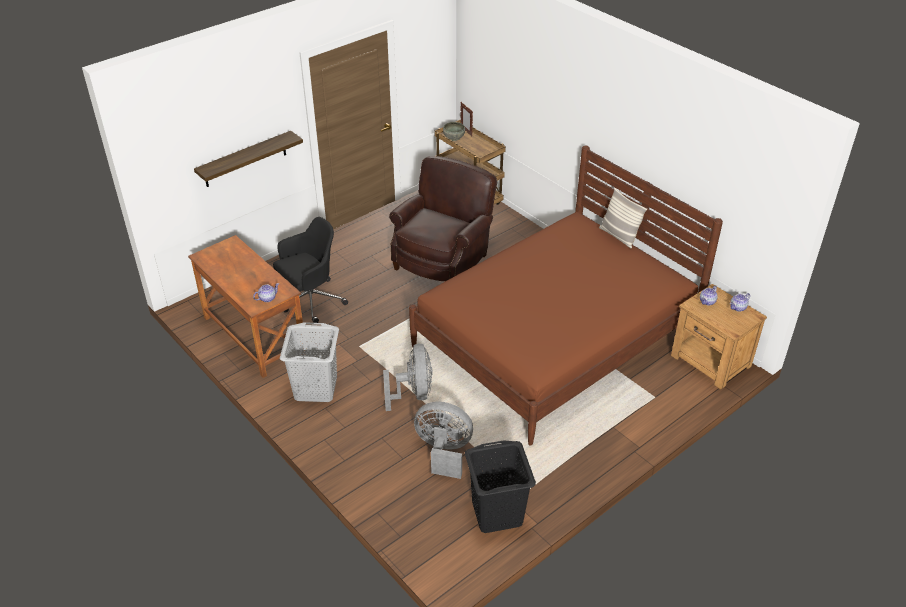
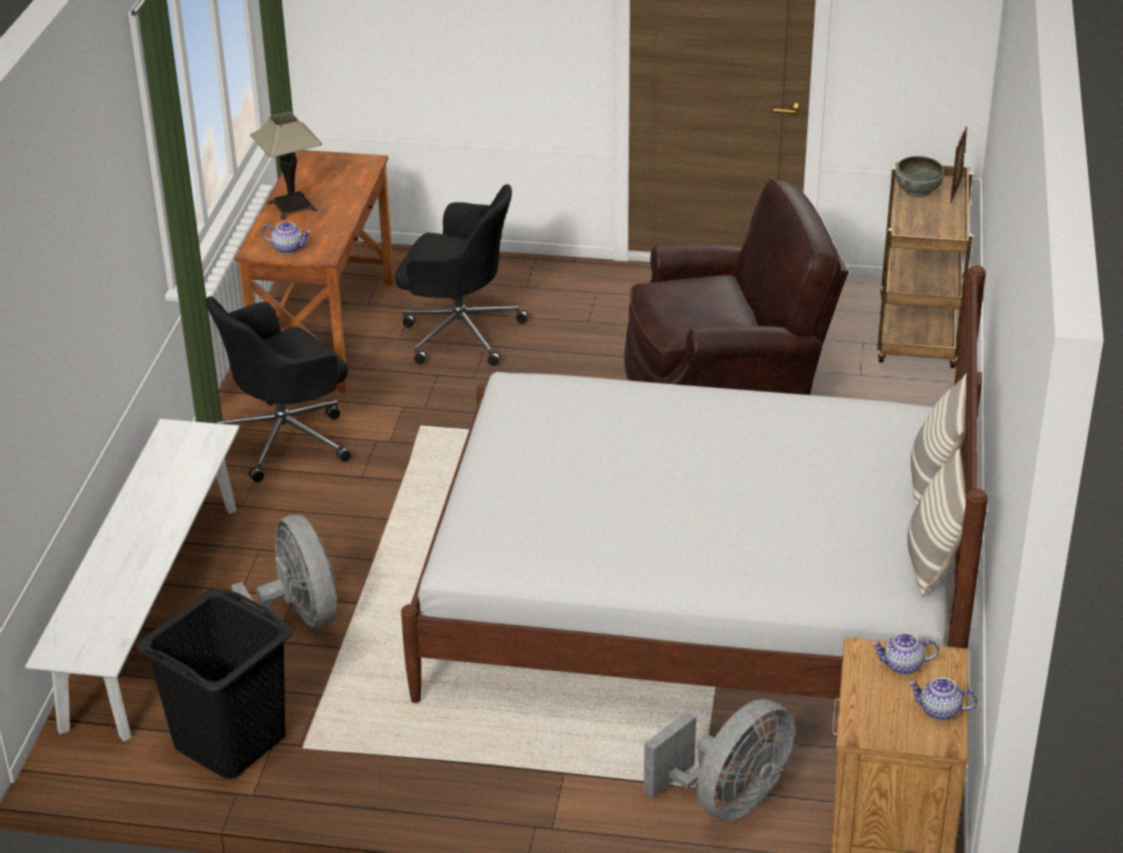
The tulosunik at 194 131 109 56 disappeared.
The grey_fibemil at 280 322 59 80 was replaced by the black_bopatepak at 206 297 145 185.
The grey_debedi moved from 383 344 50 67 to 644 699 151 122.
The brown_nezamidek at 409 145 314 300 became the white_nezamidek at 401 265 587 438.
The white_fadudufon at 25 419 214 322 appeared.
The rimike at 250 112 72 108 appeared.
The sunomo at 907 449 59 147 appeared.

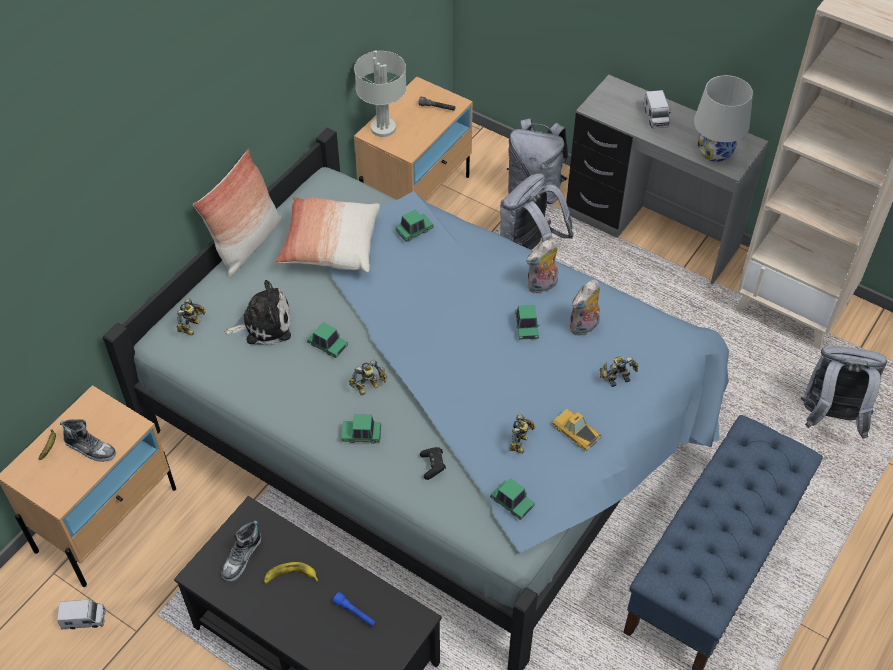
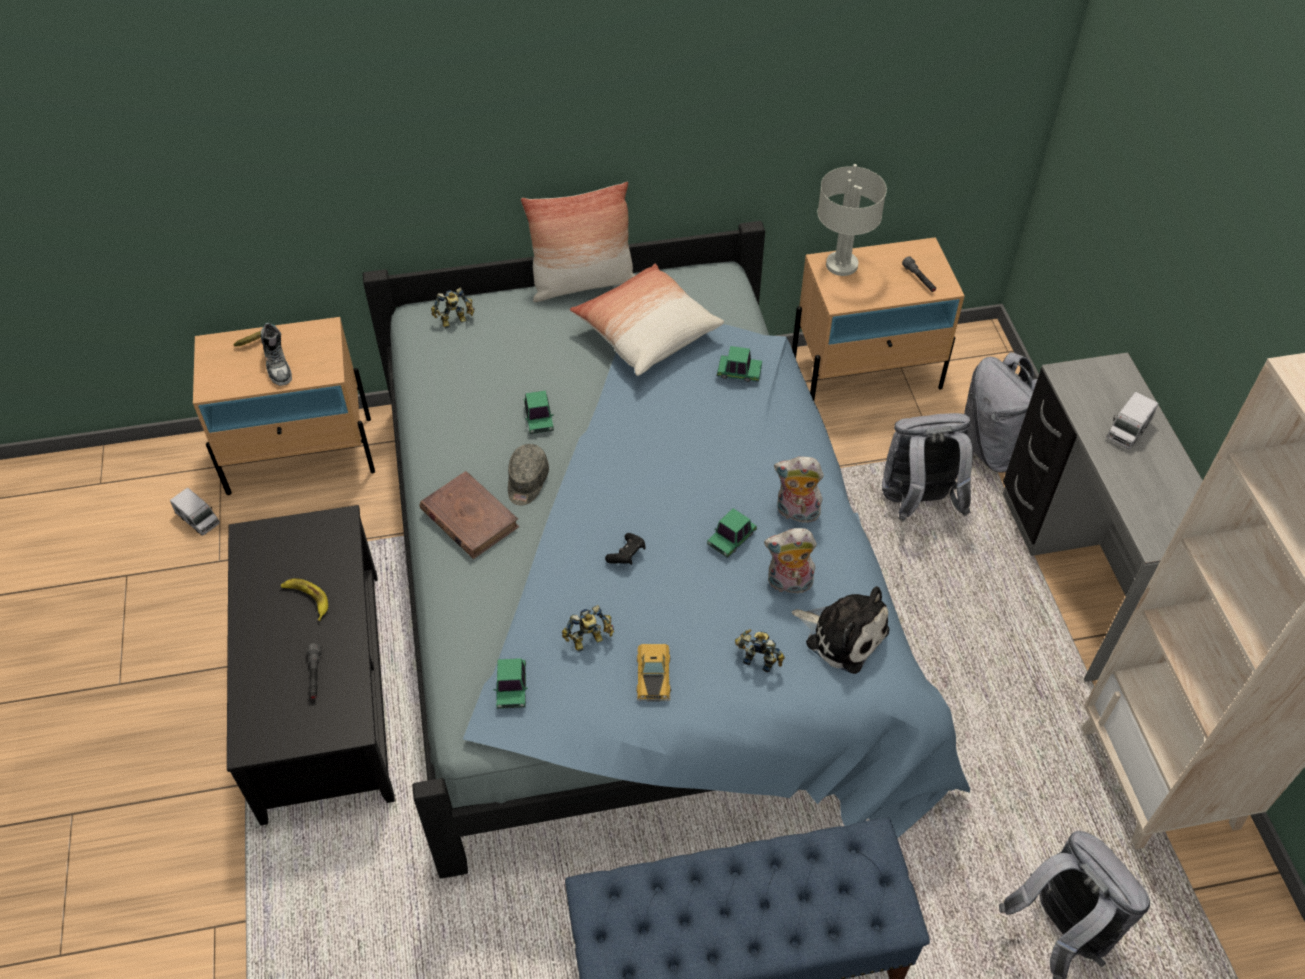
The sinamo at 222 521 39 61 disappeared.
The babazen moved from 224 280 67 65 to 792 586 97 88.
The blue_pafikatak at 333 592 43 35 became the grey_pafikatak at 307 643 15 56.
The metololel at 341 414 40 30 was replaced by the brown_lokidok at 420 471 99 88.
The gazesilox at 349 359 38 36 was replaced by the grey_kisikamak at 508 444 41 62.
The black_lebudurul moved from 420 447 26 33 to 605 533 41 32.
The white_rimike at 694 75 59 87 disappeared.

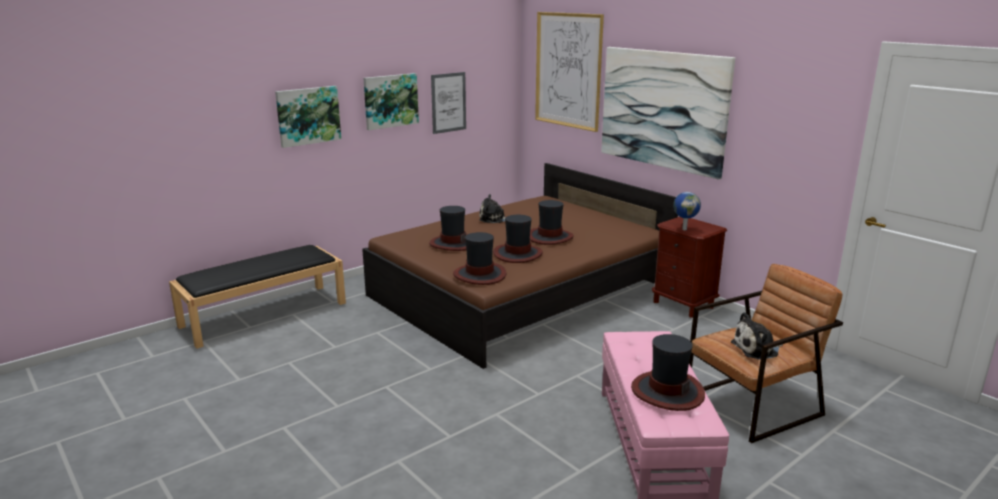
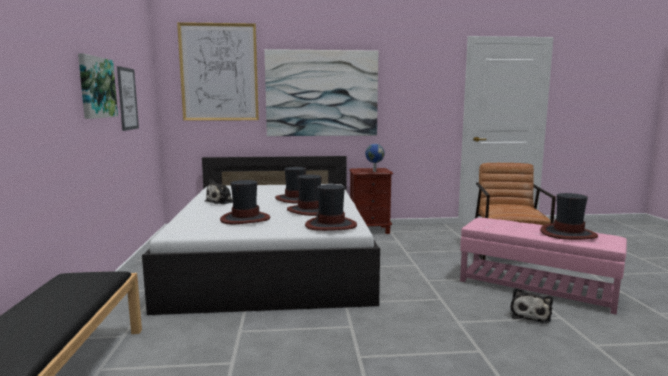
The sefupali at 275 86 66 62 disappeared.
The brown_nezamidek at 362 163 316 206 became the white_nezamidek at 142 156 238 159.
The babazen moved from 731 312 52 48 to 510 288 43 36.

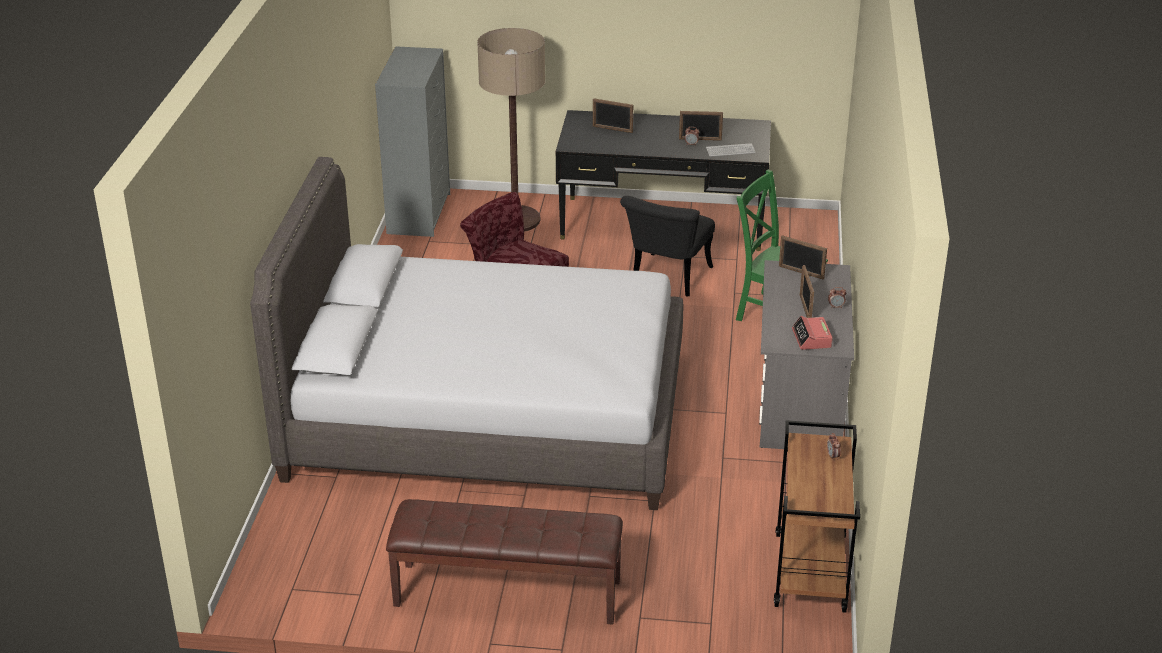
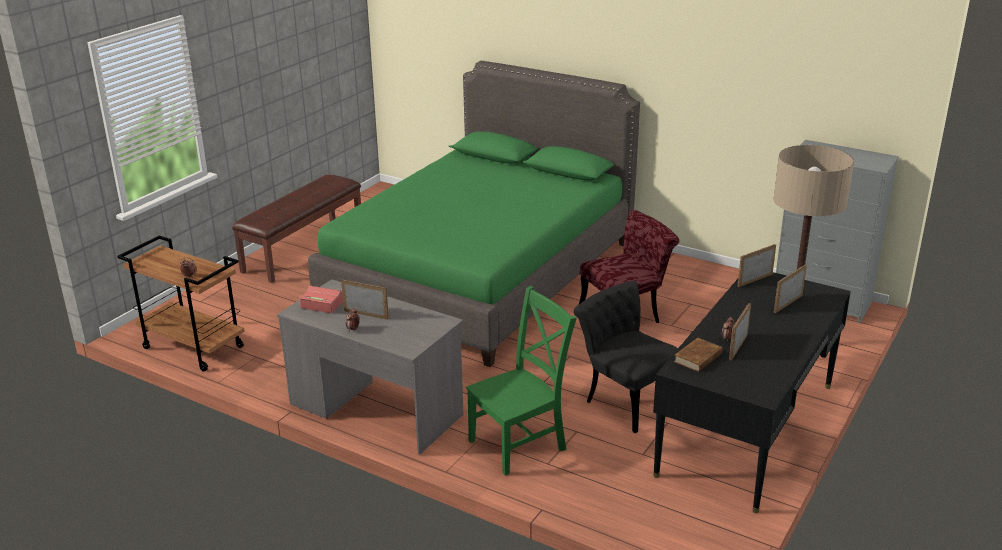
The grey_nezamidek at 250 157 433 353 became the green_nezamidek at 308 61 332 306.
The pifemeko at 706 143 50 14 was replaced by the brown_lokidok at 674 338 49 34.
The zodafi moved from 779 235 48 45 to 737 244 39 43.

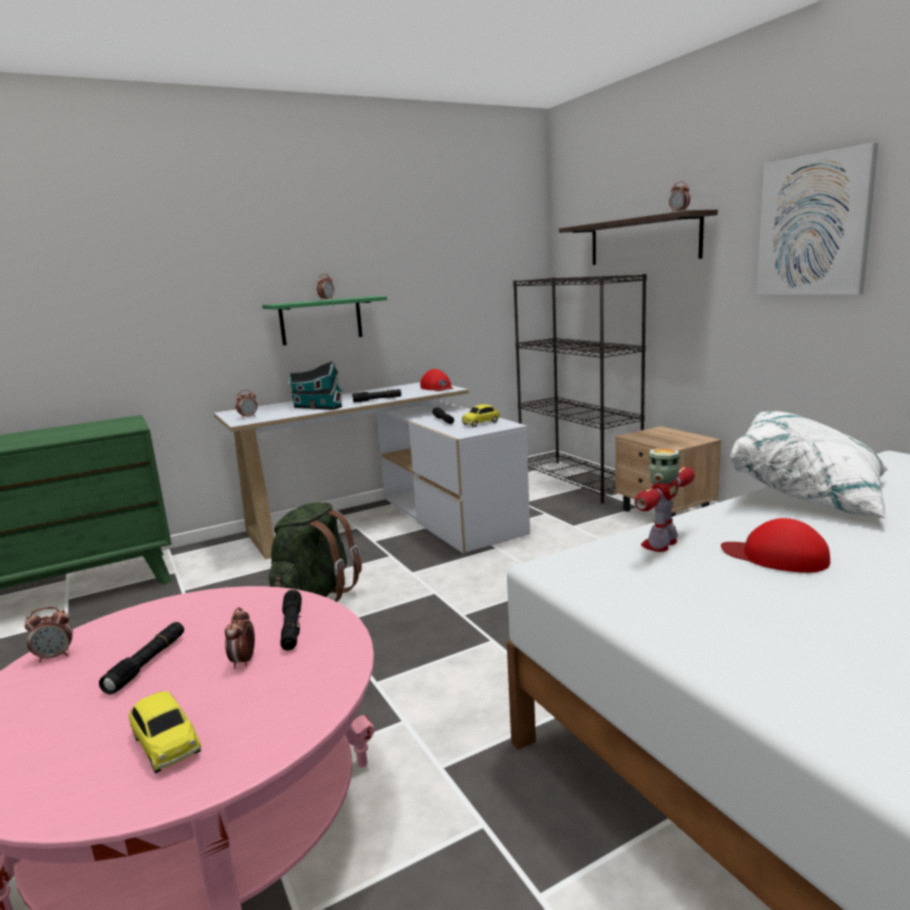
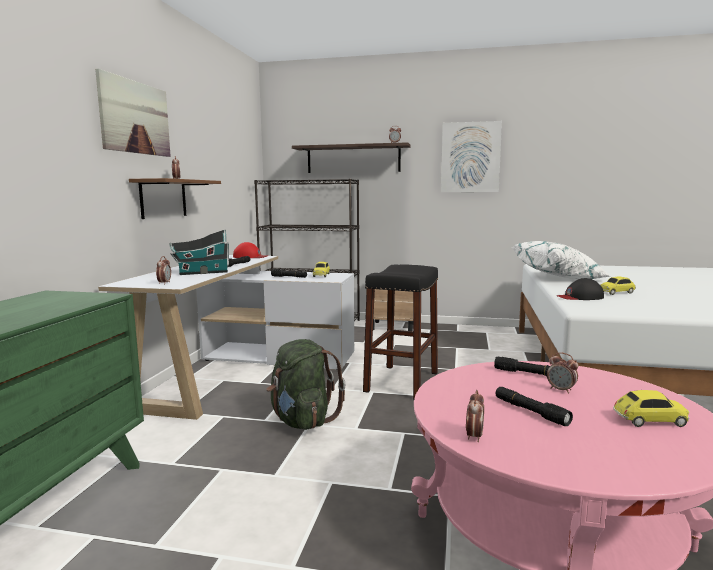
The green_tulosunik at 262 296 125 49 became the brown_tulosunik at 129 178 92 41.
The gazesilox at 635 448 60 104 was replaced by the black_kisikamak at 557 278 47 22.
The red_kisikamak at 721 518 109 55 was replaced by the metololel at 601 276 35 19.
The sefupali at 95 69 76 88 appeared.
The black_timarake at 363 265 75 134 appeared.

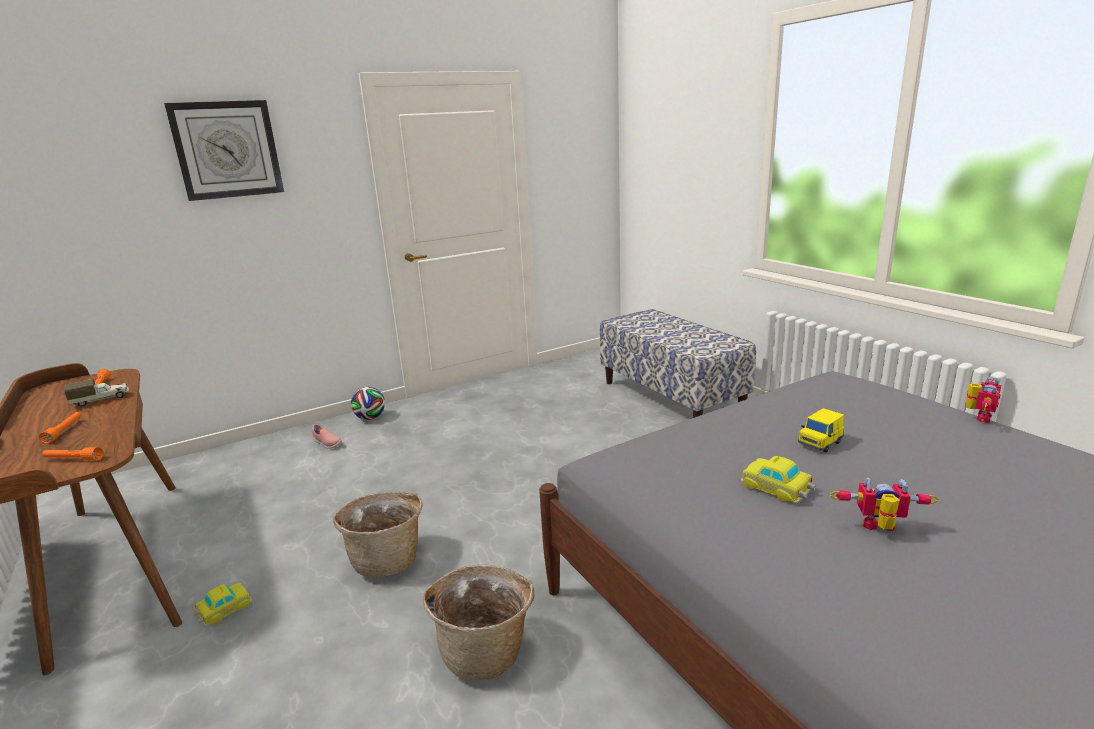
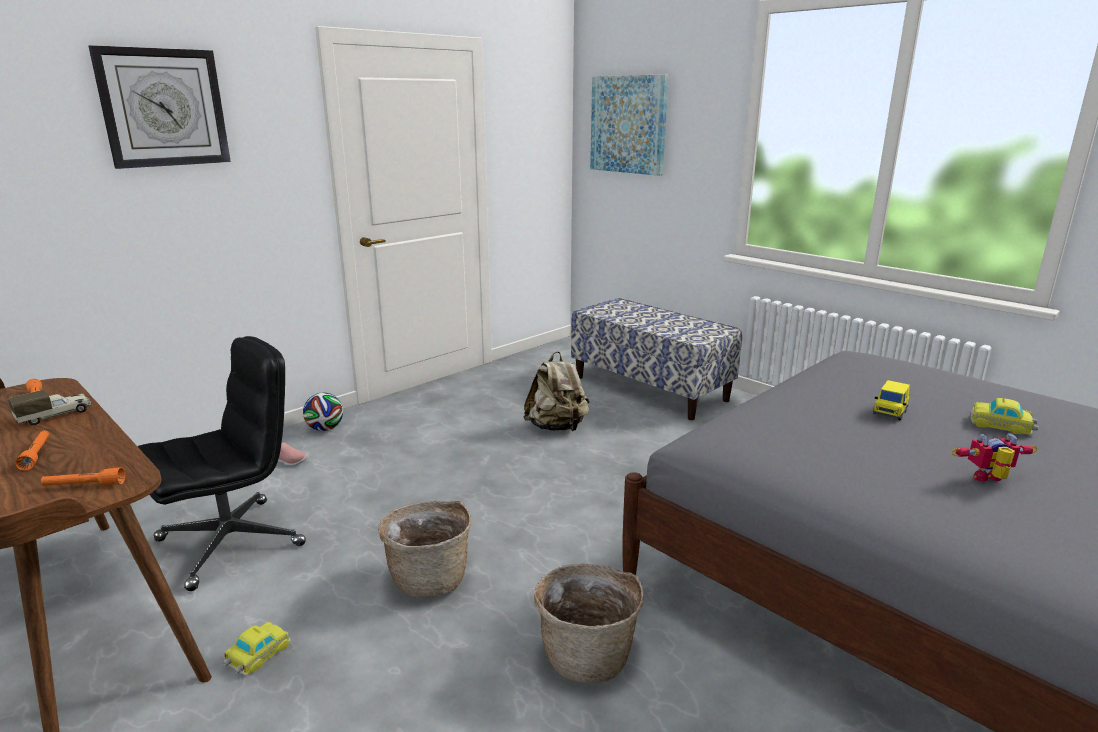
The metololel moved from 741 456 75 47 to 971 398 67 37.
The gazesilox at 965 377 37 46 disappeared.
The black_bopatepak at 137 336 169 255 appeared.
The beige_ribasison at 524 351 65 80 appeared.
The sefupali at 590 75 79 101 appeared.

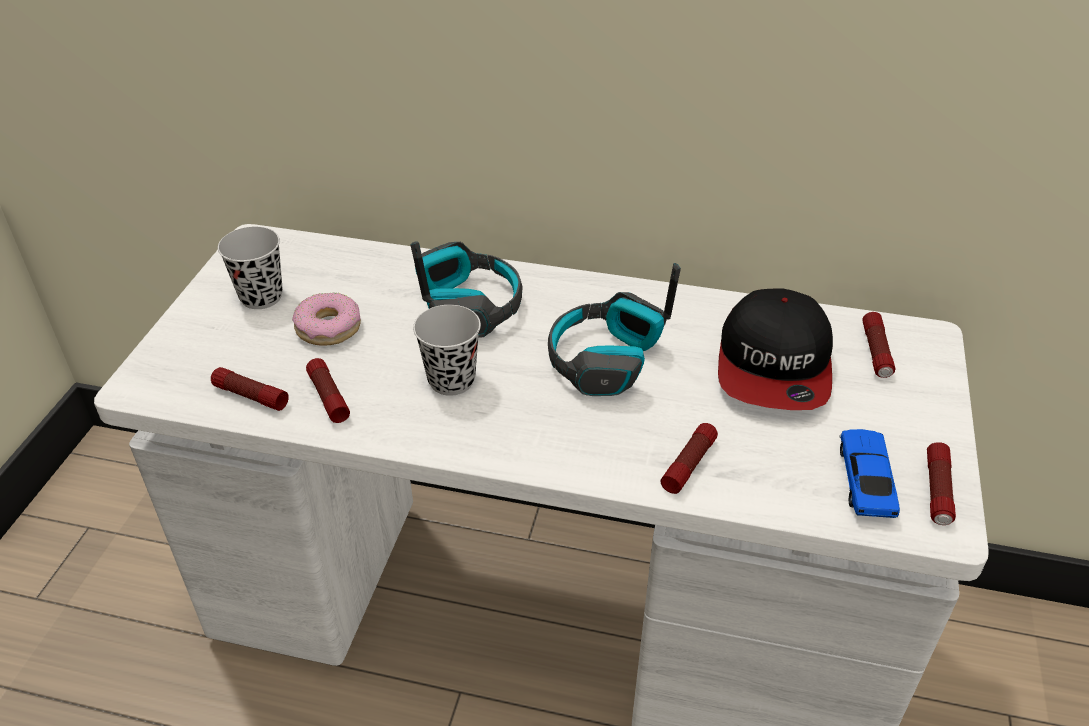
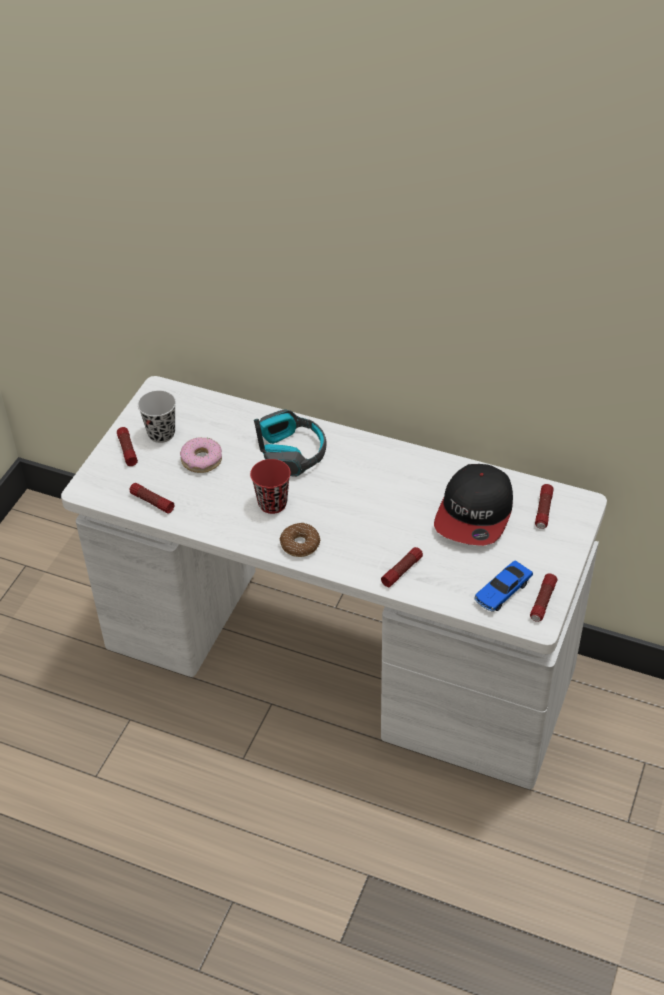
The pafikatak moved from 306 358 44 65 to 117 427 21 39.
The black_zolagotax at 413 305 68 91 became the red_zolagotax at 250 459 41 55.
The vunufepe at 548 263 133 133 disappeared.
The metololel at 839 429 61 89 turned 150 degrees counterclockwise.
The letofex at 280 523 41 34 appeared.

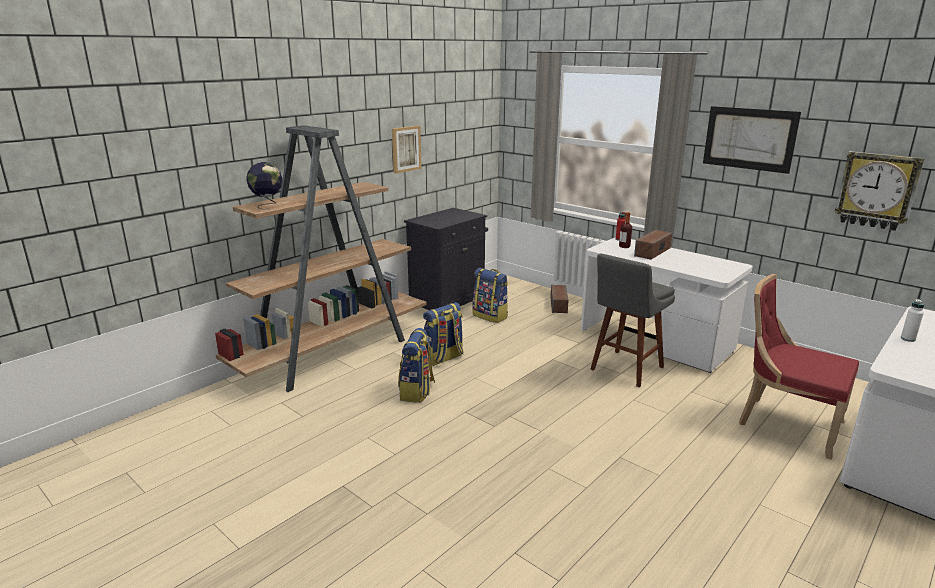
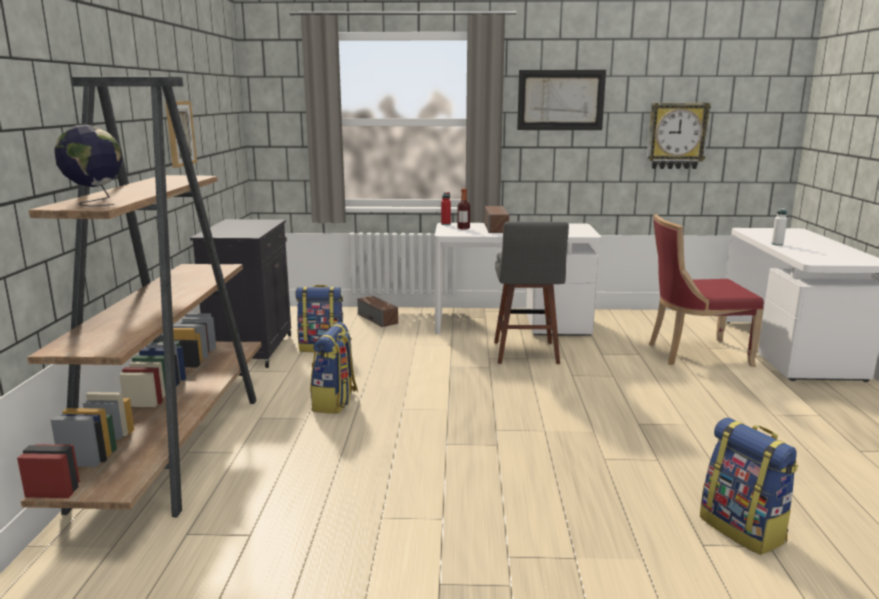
The ribasison moved from 398 328 37 75 to 700 418 98 137.

